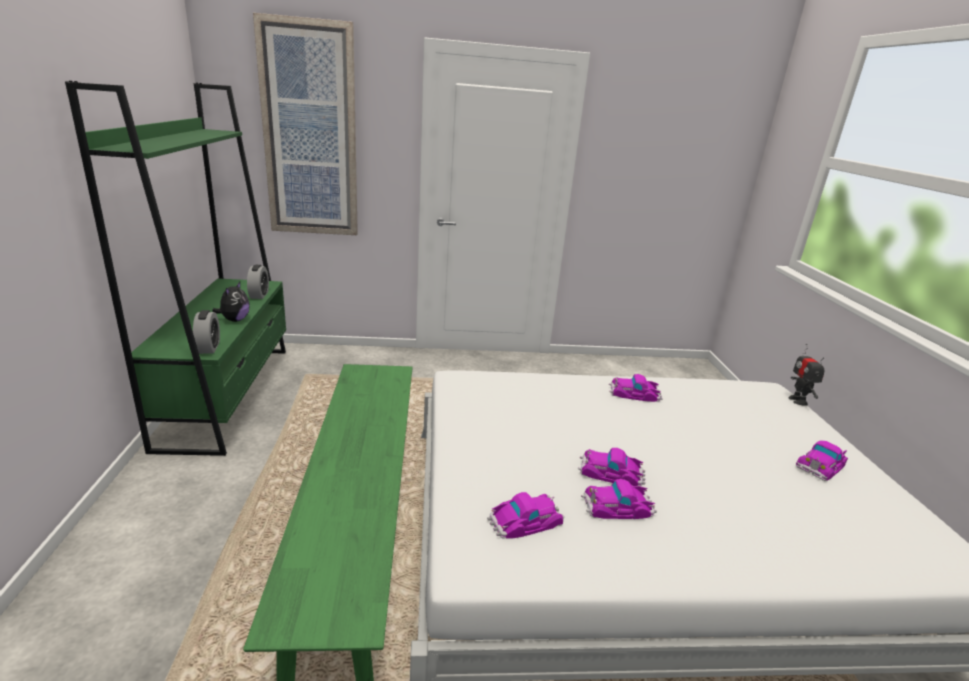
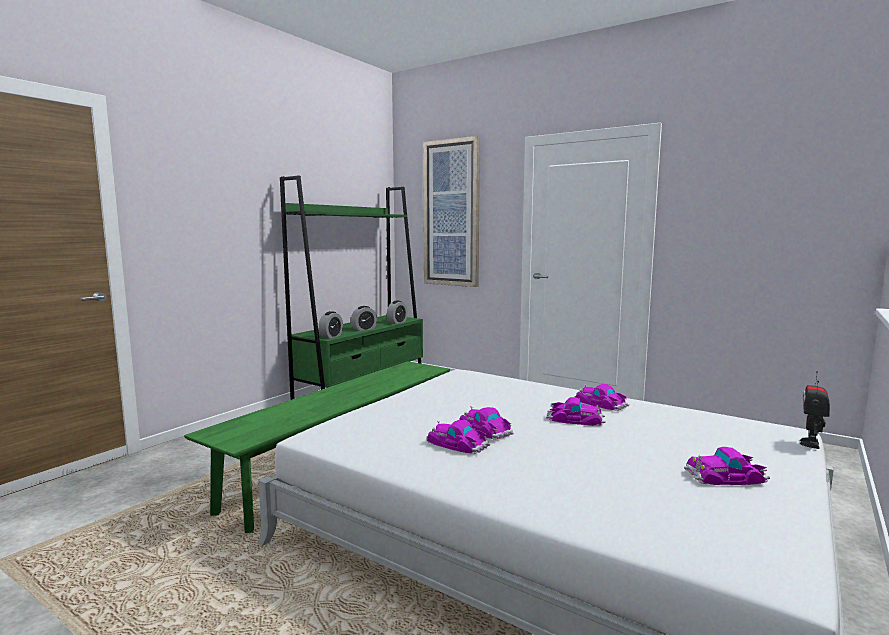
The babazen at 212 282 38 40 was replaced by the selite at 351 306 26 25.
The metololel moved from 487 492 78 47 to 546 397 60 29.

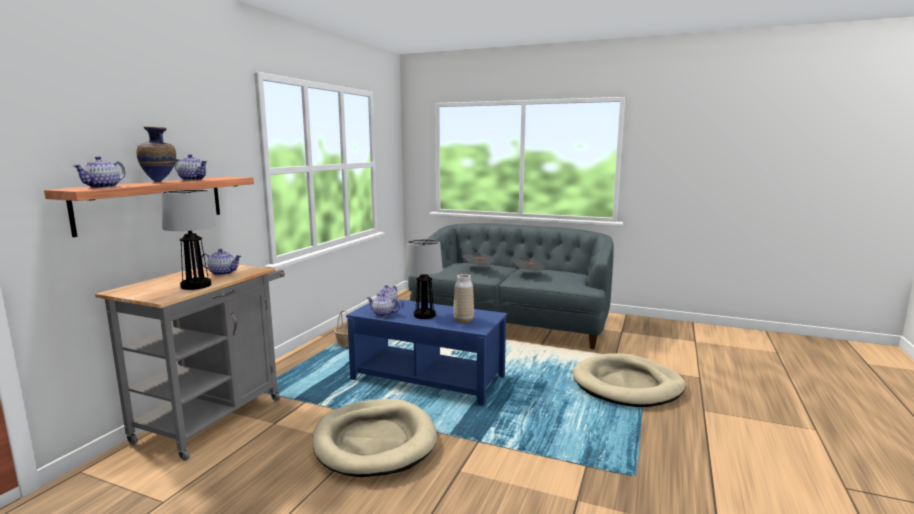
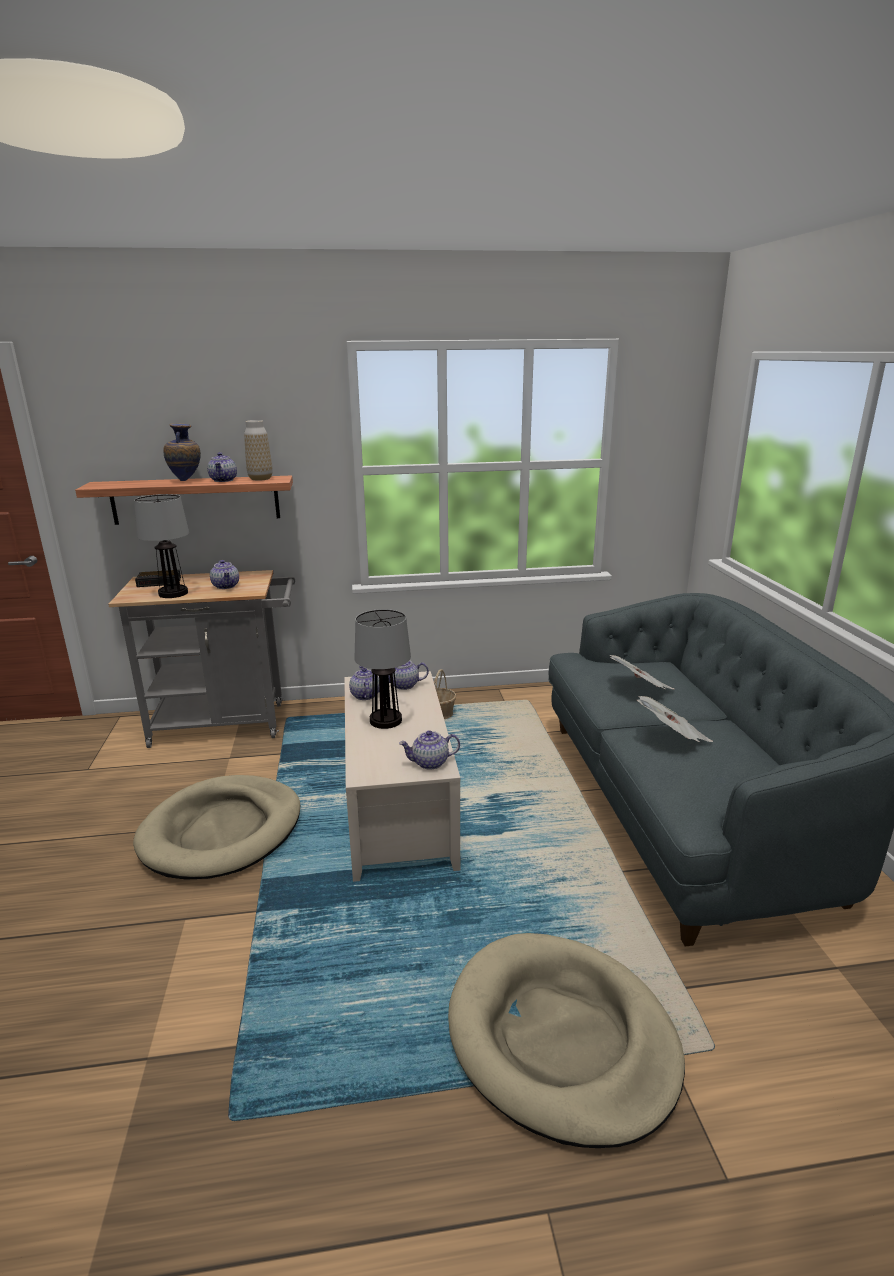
The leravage moved from 73 156 53 32 to 399 730 61 40.
The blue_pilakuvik at 346 299 161 107 became the beige_pilakuvik at 344 671 117 211.
The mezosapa moved from 453 274 21 49 to 244 420 28 61.
The selite at 135 570 46 17 appeared.

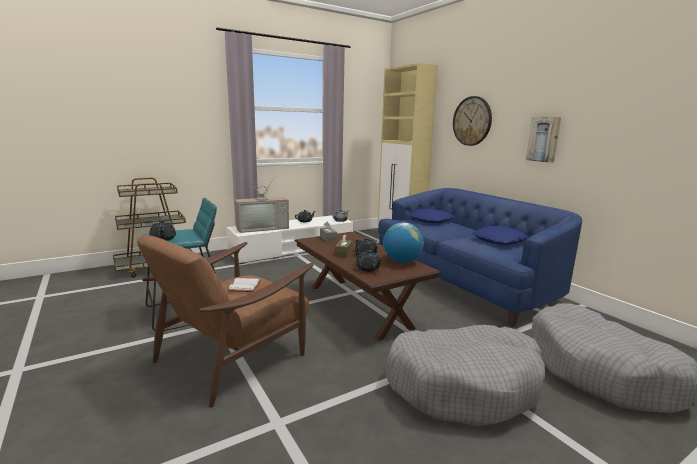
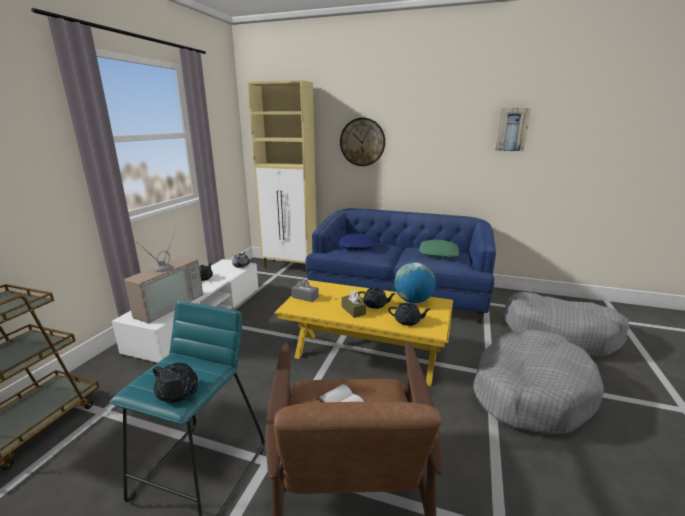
The brown_pilakuvik at 295 232 146 109 became the yellow_pilakuvik at 274 280 179 106.
The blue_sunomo at 473 226 55 19 became the green_sunomo at 419 240 40 18.
The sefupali moved from 526 117 35 46 to 495 108 36 43.

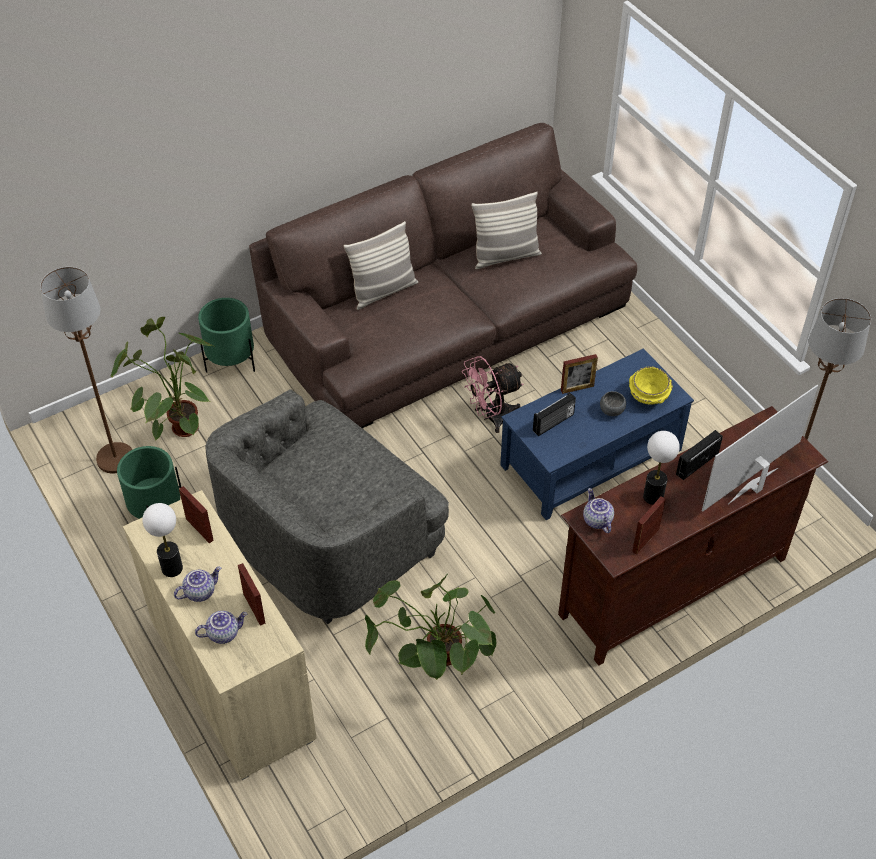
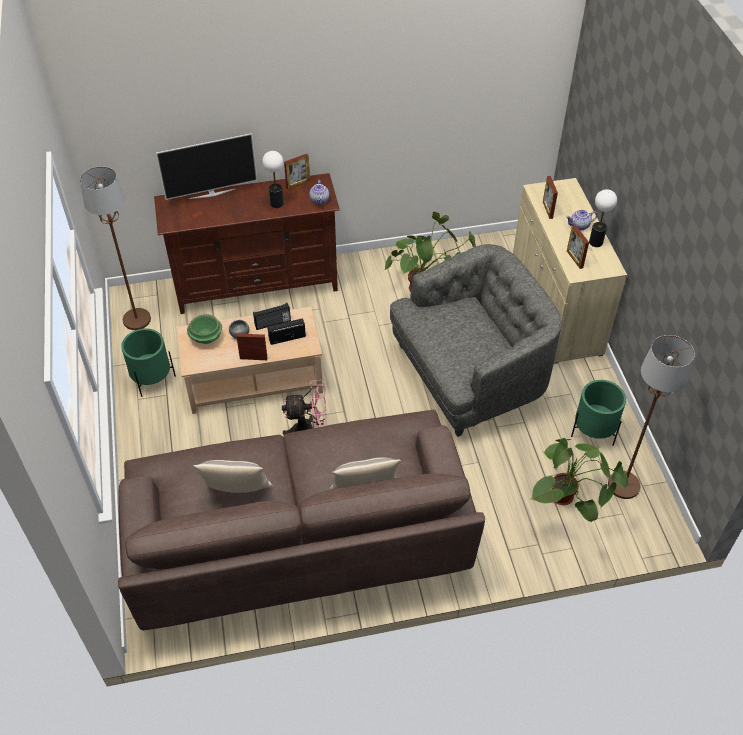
The leravage at 195 611 52 33 disappeared.
The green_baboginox moved from 198 298 57 75 to 121 328 55 69.
The blue_pilakuvik at 500 348 194 172 became the beige_pilakuvik at 176 307 147 107.
The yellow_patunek at 629 366 44 39 became the green_patunek at 187 314 35 30.
The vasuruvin moved from 676 430 47 50 to 253 303 38 27.

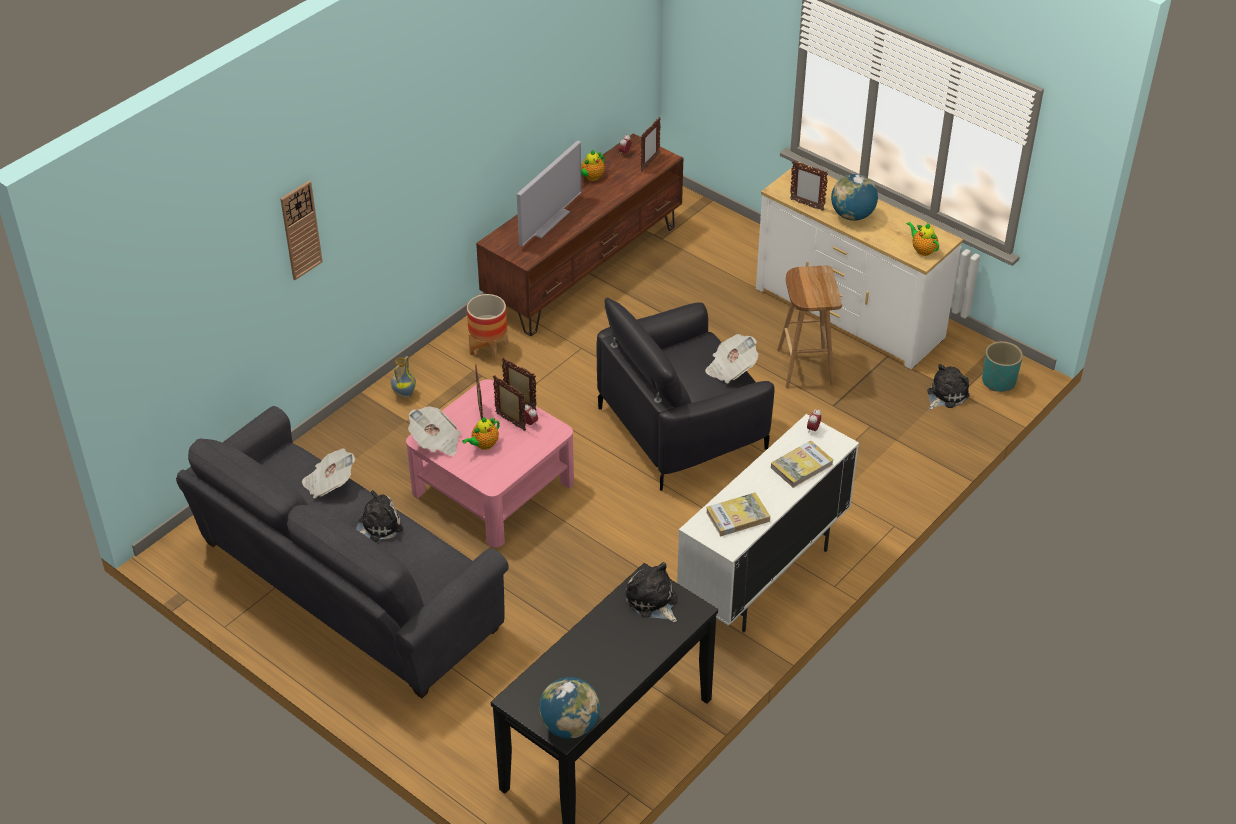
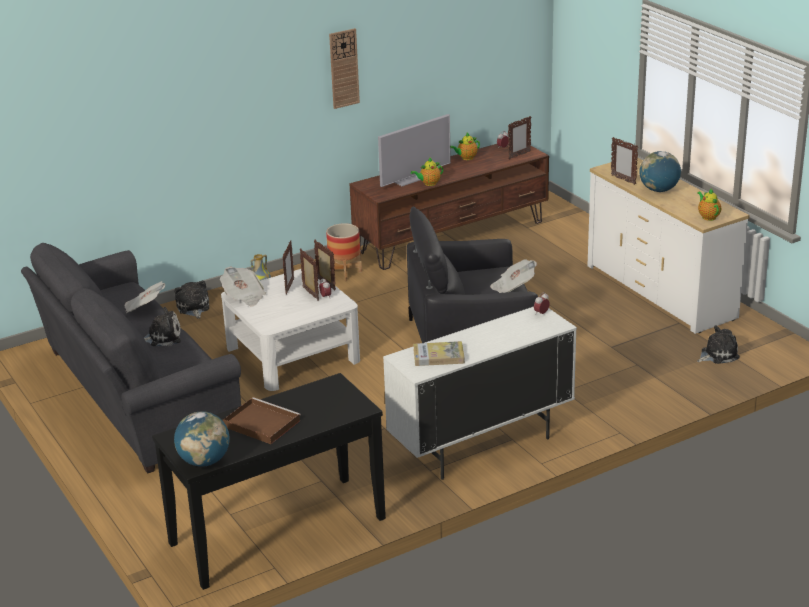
The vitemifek moved from 280 181 43 99 to 329 28 31 81.
The pink_pilakuvik at 406 379 168 169 became the white_pilakuvik at 221 269 139 122.
The leravage moved from 462 417 38 33 to 411 157 32 29.
The babazen moved from 625 562 52 60 to 174 280 35 39.
The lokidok at 771 440 62 48 disappeared.
The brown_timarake at 777 265 65 123 disappeared.
The turquoise_baboginox at 982 341 41 51 disappeared.
The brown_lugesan at 223 397 78 47 appeared.

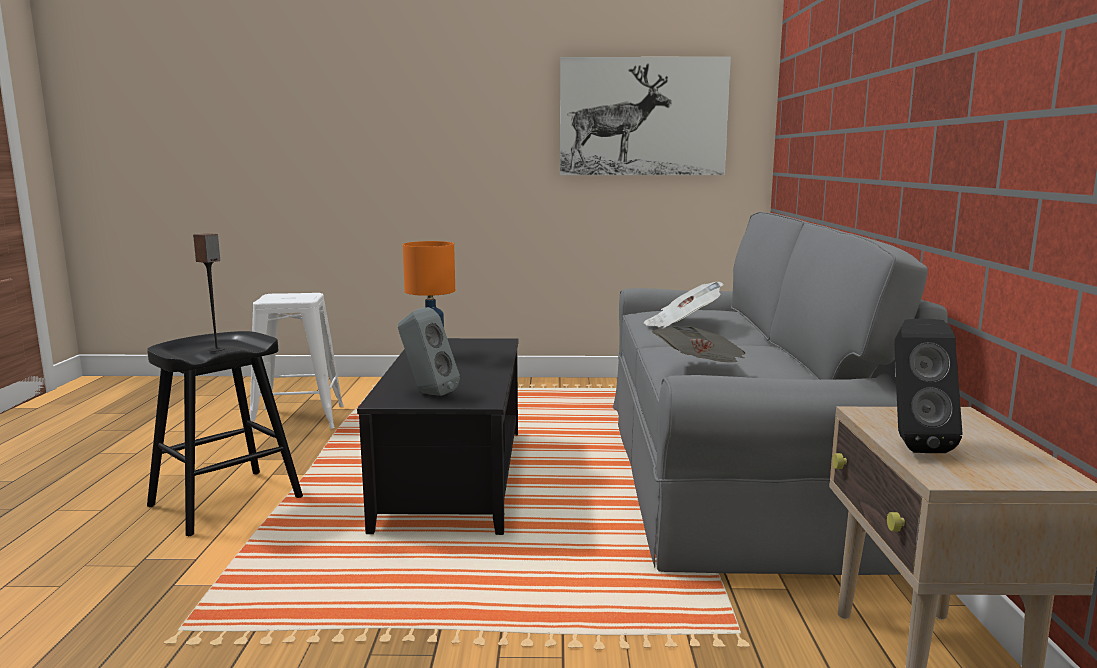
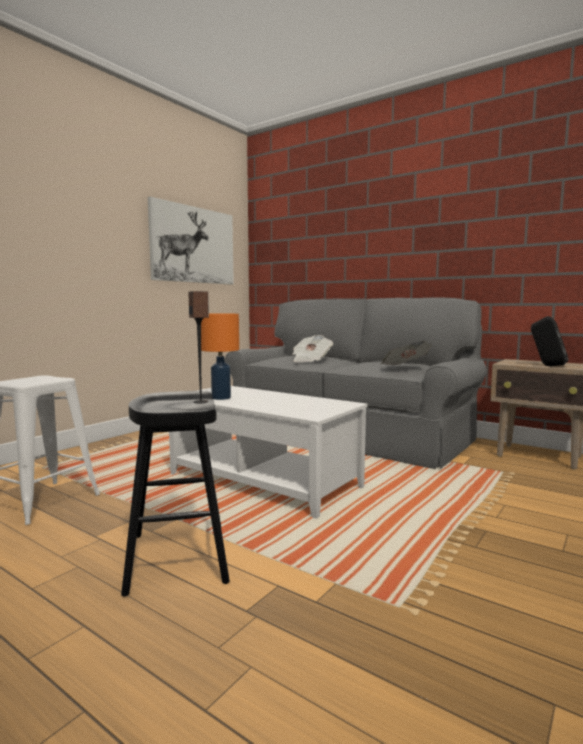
The black_pilakuvik at 357 338 162 197 became the white_pilakuvik at 169 386 199 133.
The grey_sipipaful at 398 307 62 89 disappeared.

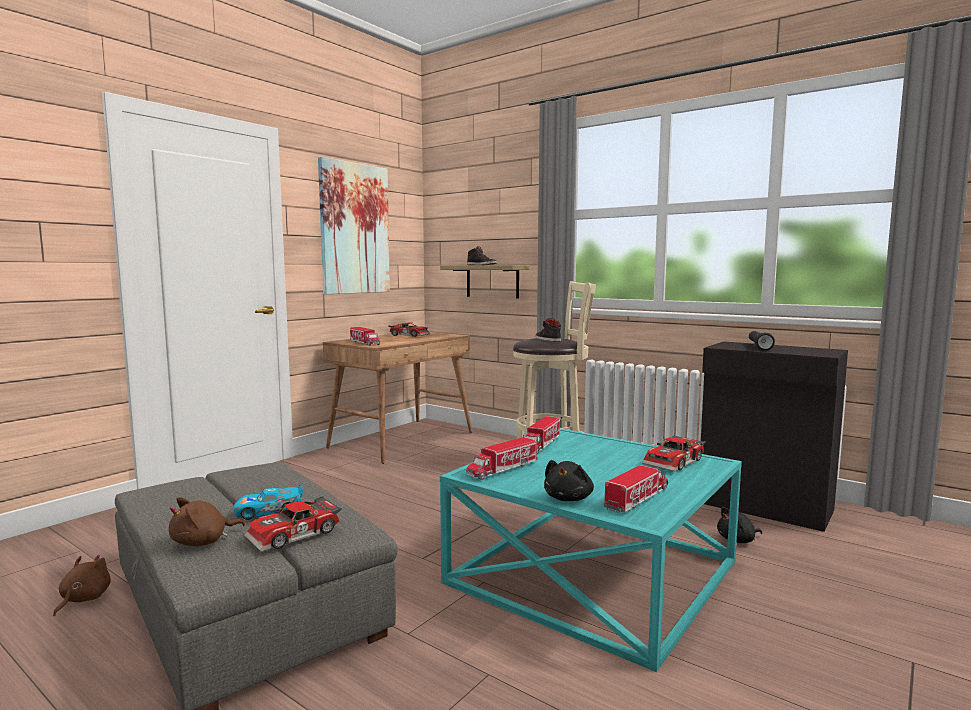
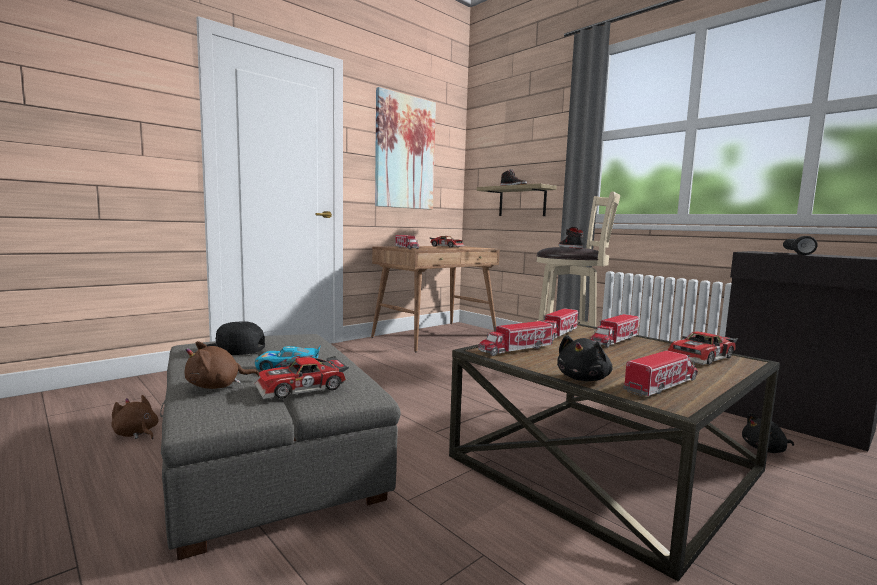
The brown_babazen at 53 555 58 61 turned 75 degrees counterclockwise.
The turquoise_pilakuvik at 440 428 302 244 became the brown_pilakuvik at 449 323 331 259.
The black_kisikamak at 207 321 58 34 appeared.
The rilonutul at 590 314 49 34 appeared.

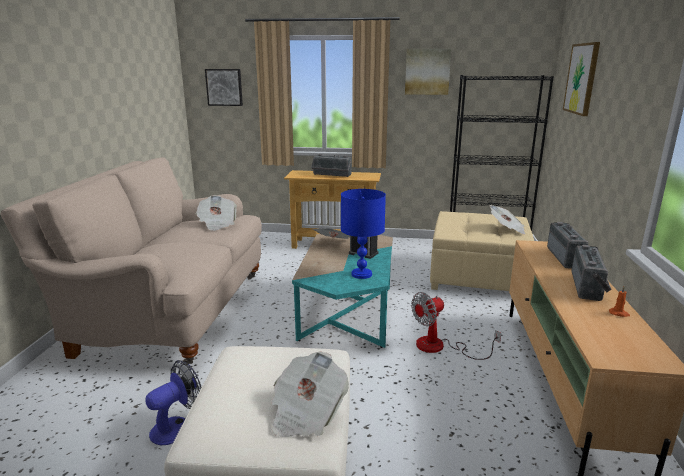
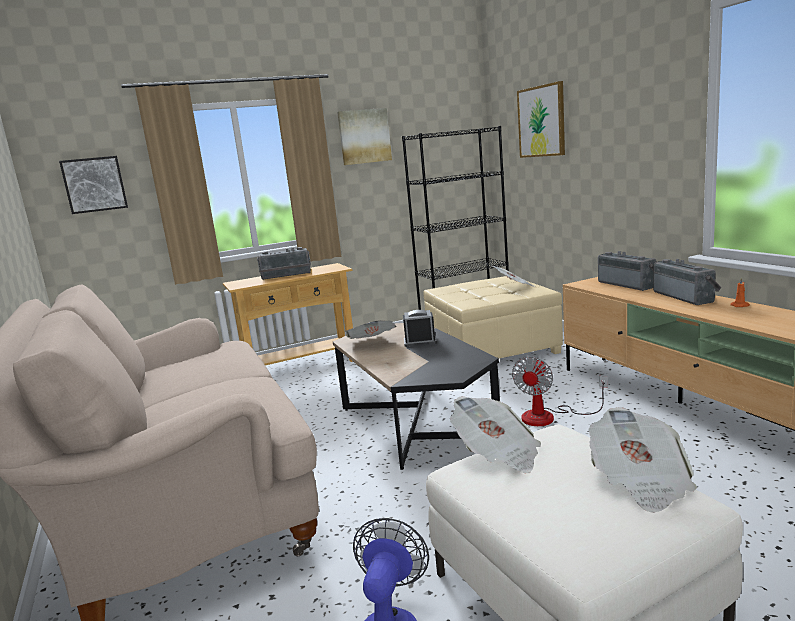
The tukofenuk moved from 196 195 41 36 to 450 396 91 77.
The turquoise_pilakuvik at 292 234 101 114 became the black_pilakuvik at 333 323 167 147.
The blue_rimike at 341 189 45 90 disappeared.

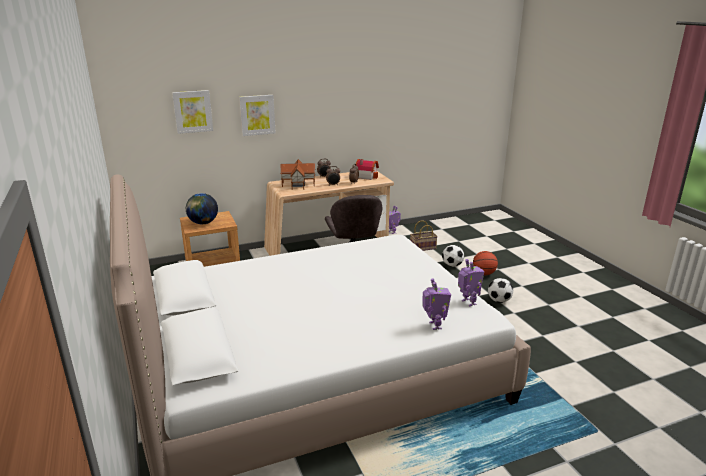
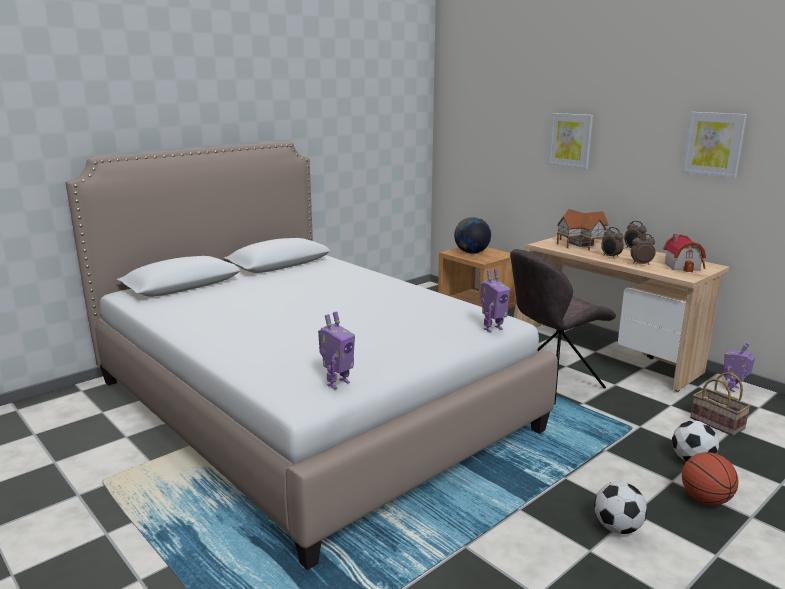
The sefupali moved from 172 90 41 44 to 682 112 65 66.
The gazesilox moved from 422 278 29 52 to 480 269 30 64.

